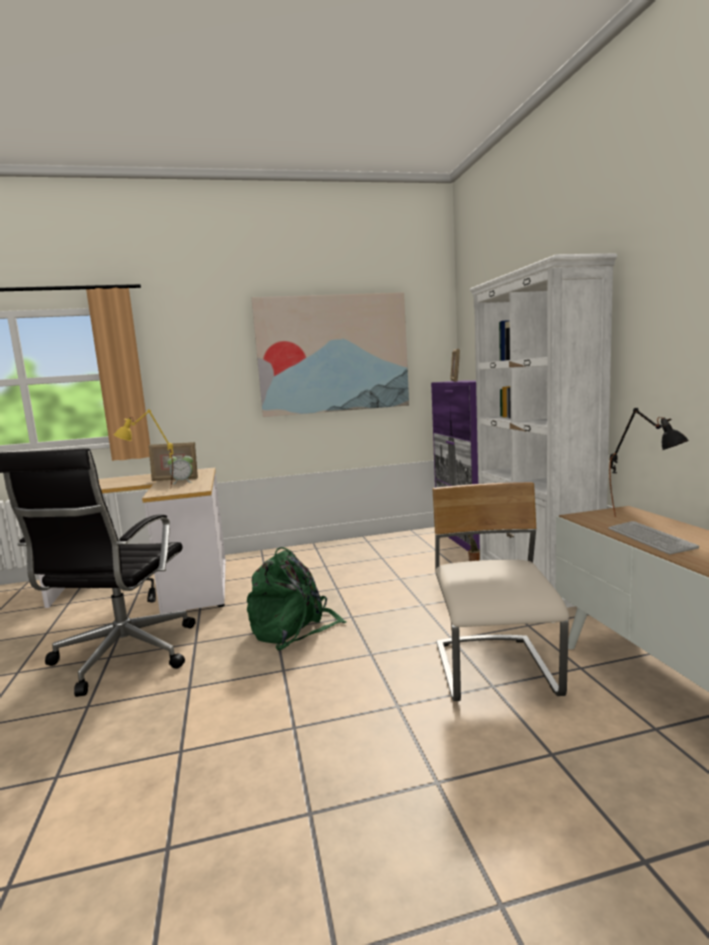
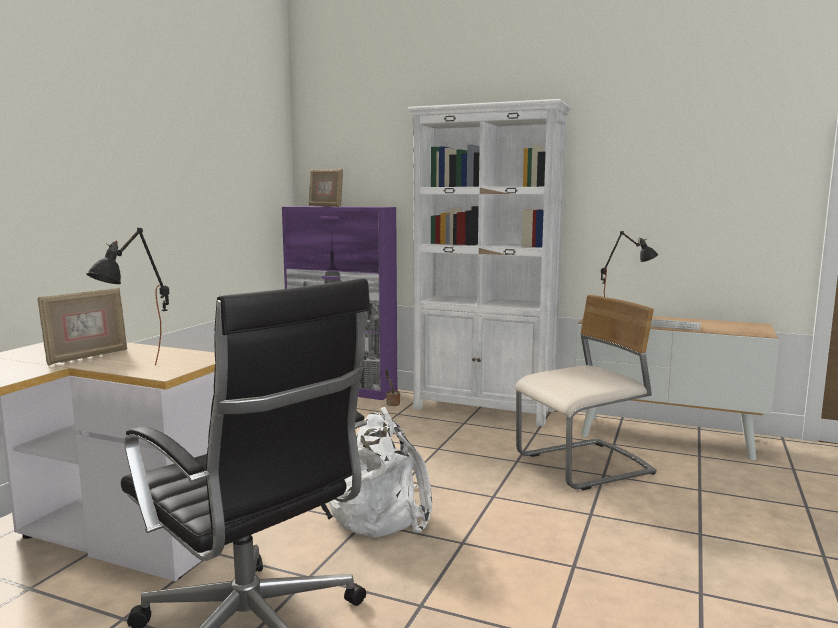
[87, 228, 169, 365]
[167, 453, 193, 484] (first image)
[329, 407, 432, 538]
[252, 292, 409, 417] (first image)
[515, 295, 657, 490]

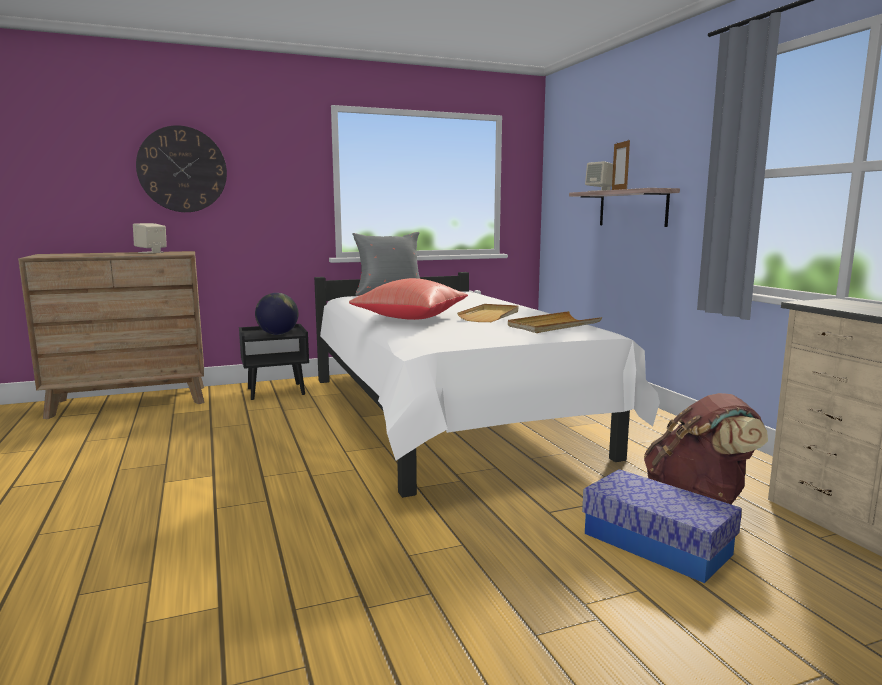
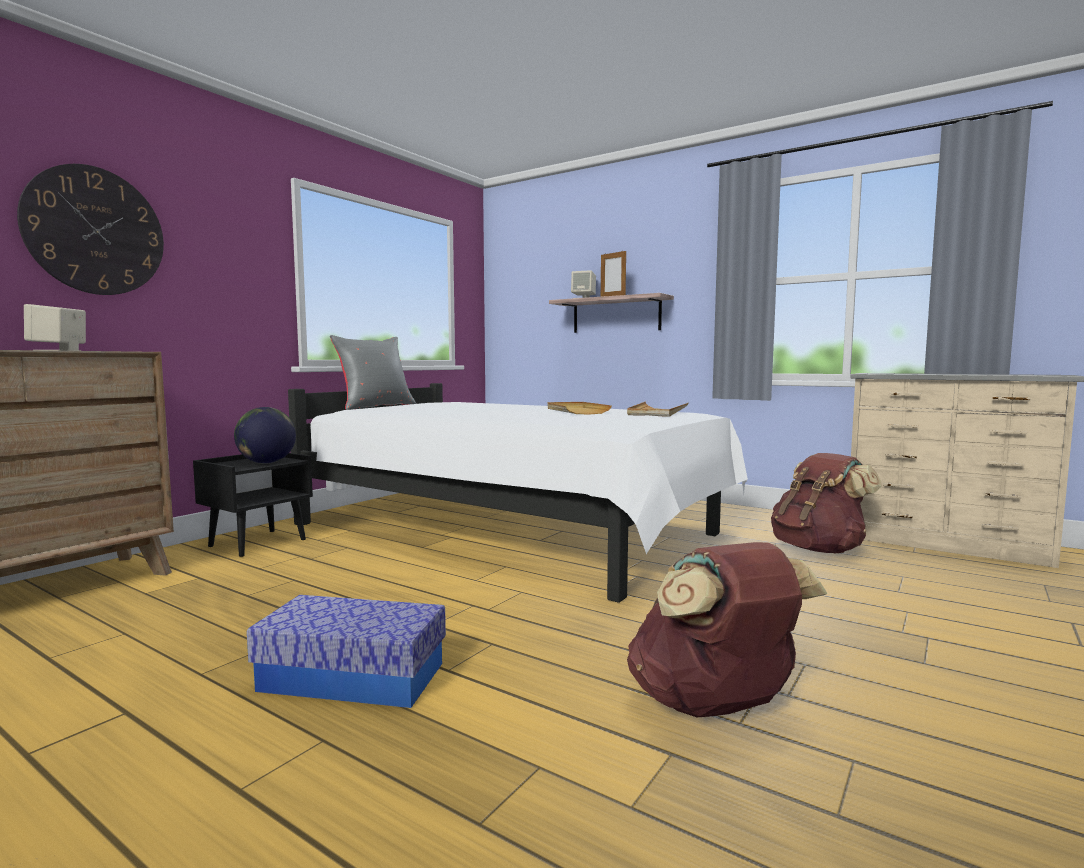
[349, 278, 468, 320] (first image)
[247, 595, 446, 708]
[627, 542, 828, 717]

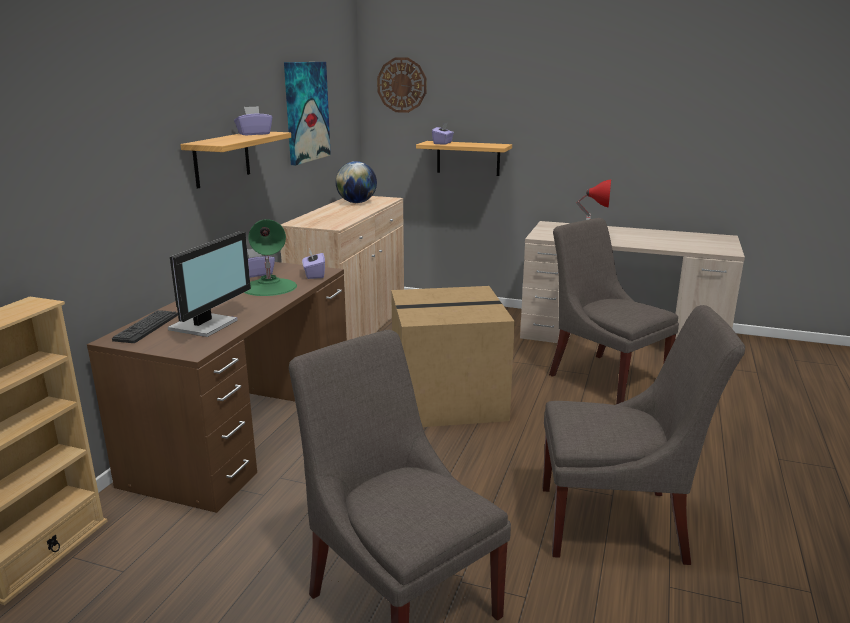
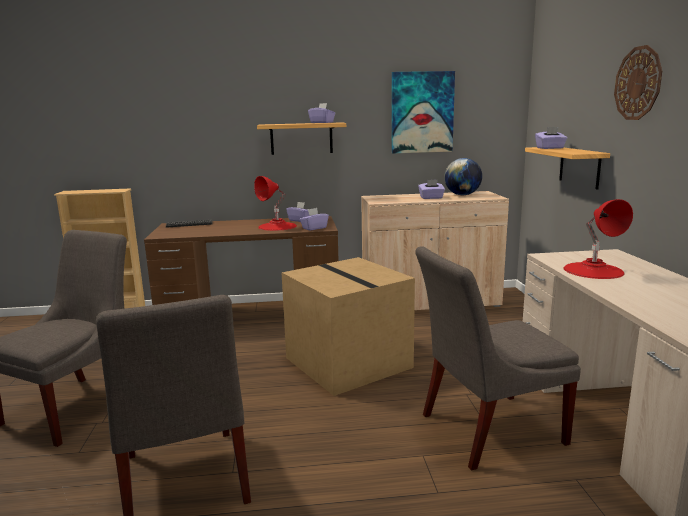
[168, 231, 251, 337] (first image)
[254, 176, 297, 231]
[614, 45, 662, 120]
[415, 246, 581, 470]
[418, 180, 445, 199]

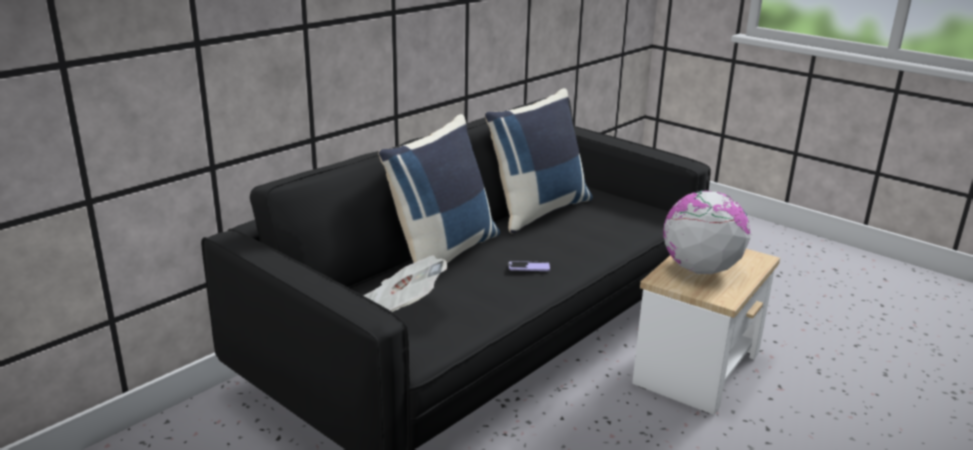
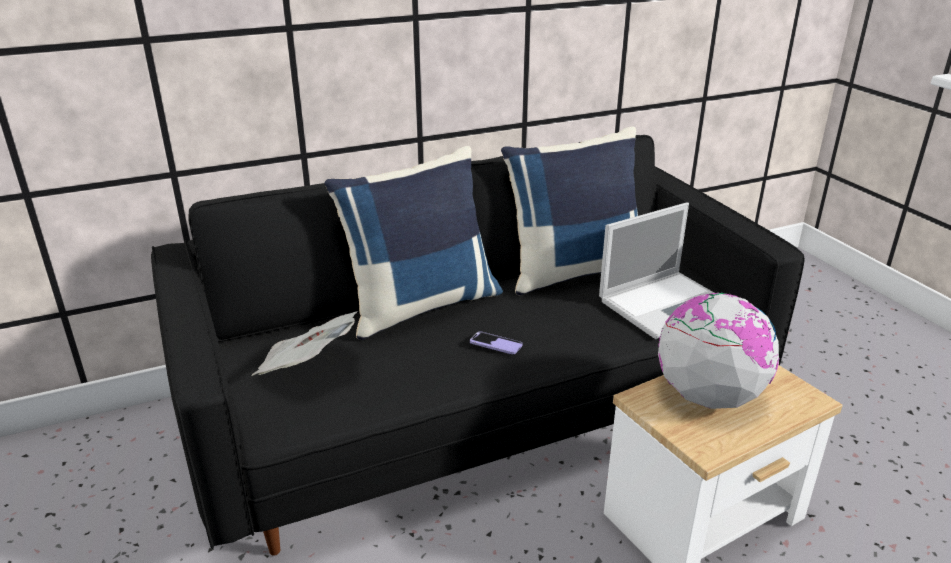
[599, 202, 714, 339]

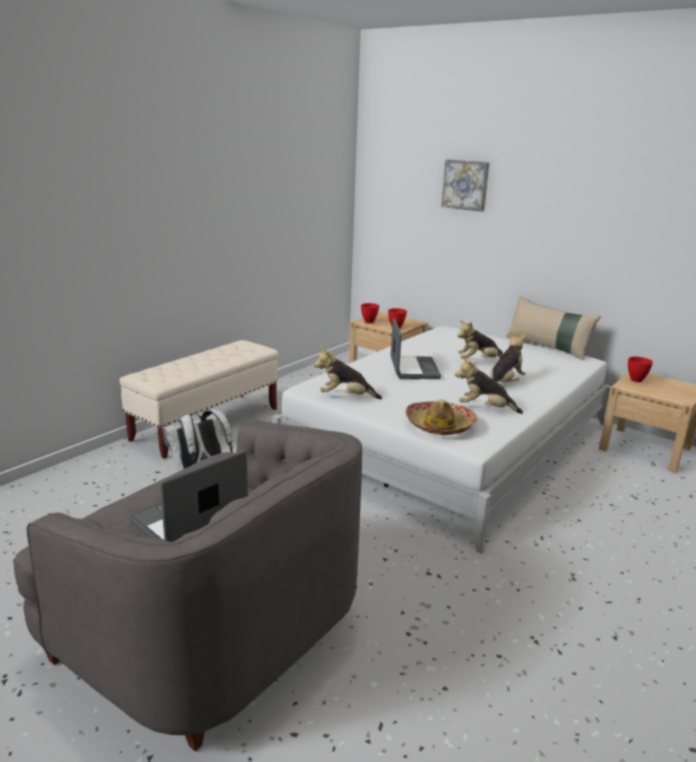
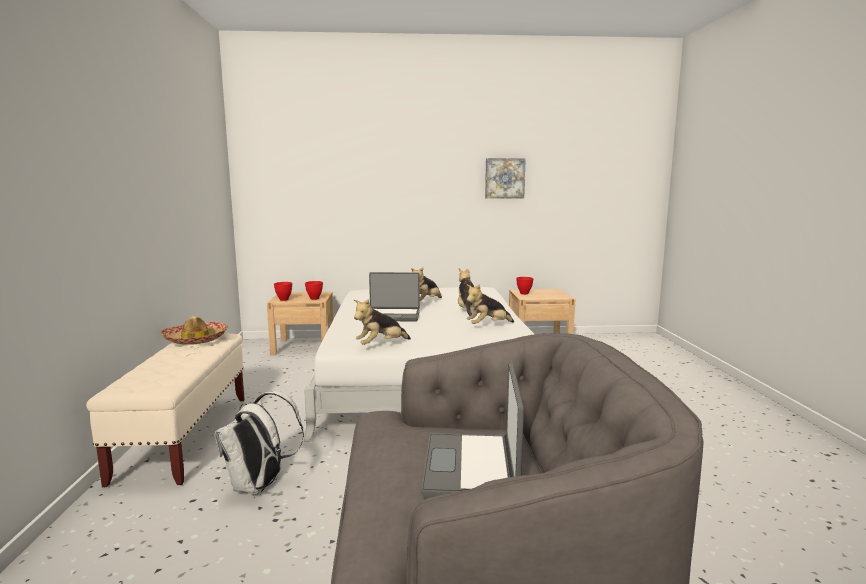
[369, 272, 420, 321]
[161, 316, 228, 345]
[485, 158, 526, 199]
[506, 296, 601, 360] (first image)

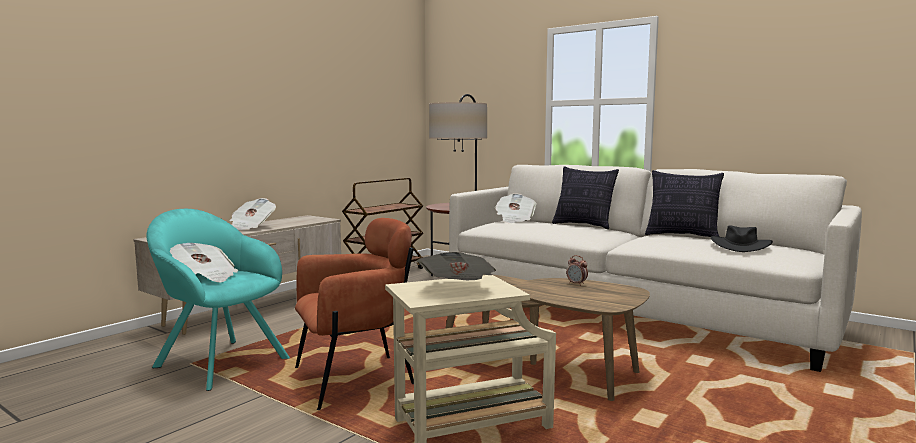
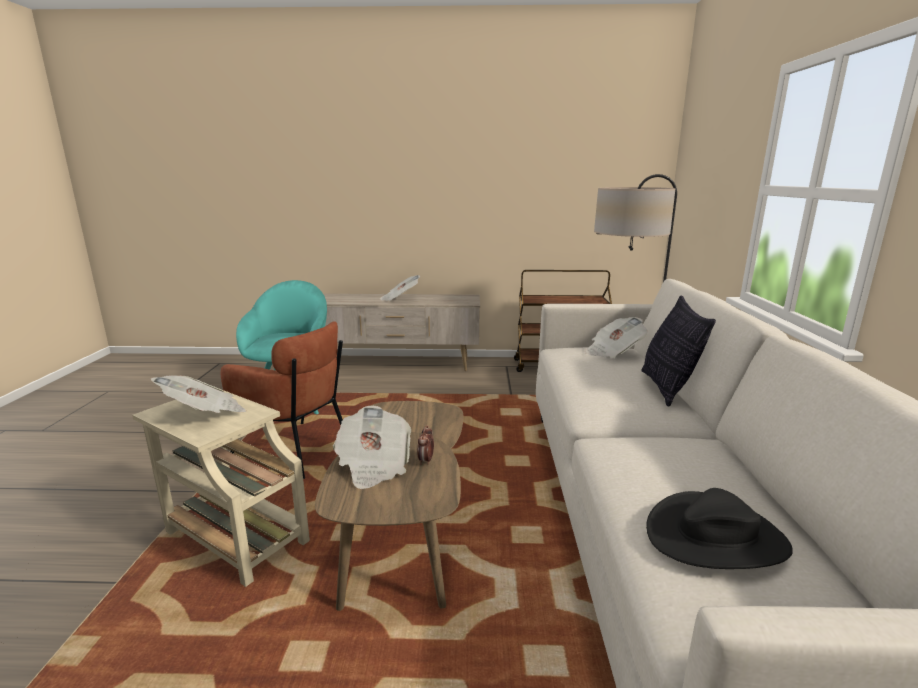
[333, 406, 411, 489]
[645, 170, 724, 237] (first image)

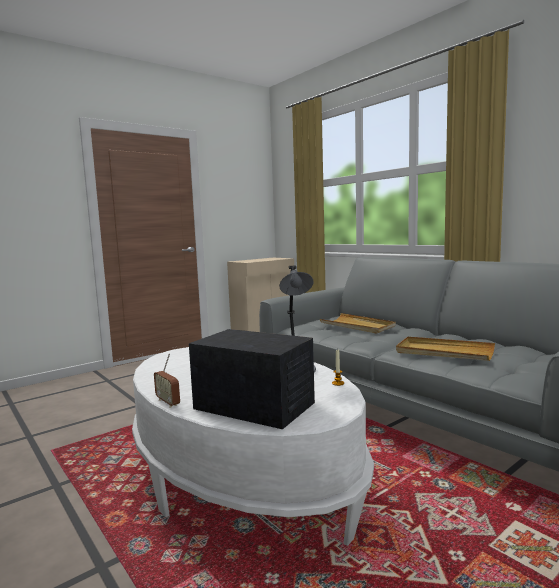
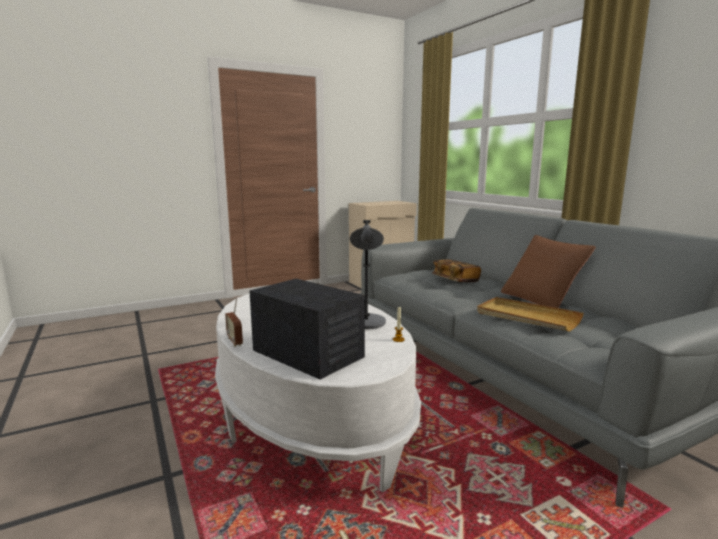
[432, 260, 481, 282]
[501, 235, 596, 308]

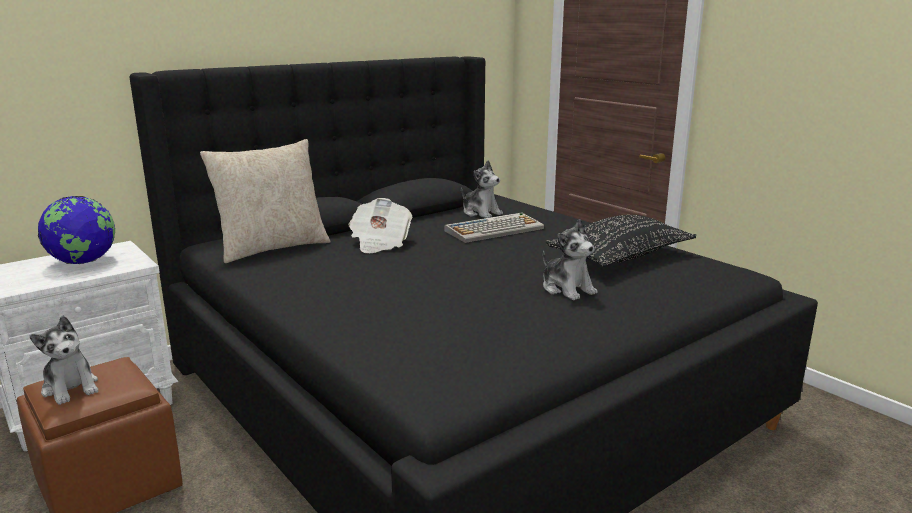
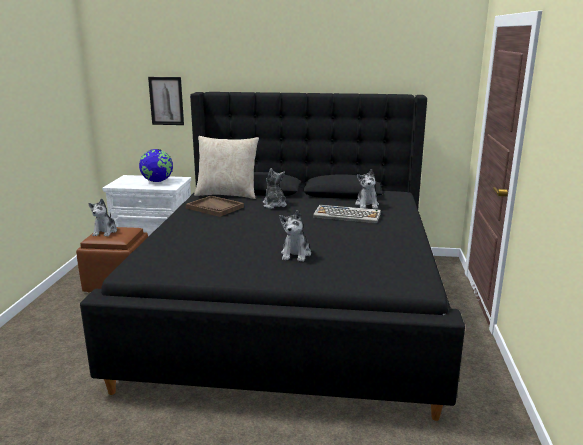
[263, 168, 287, 209]
[546, 215, 696, 267] (first image)
[148, 77, 184, 125]
[186, 196, 244, 217]

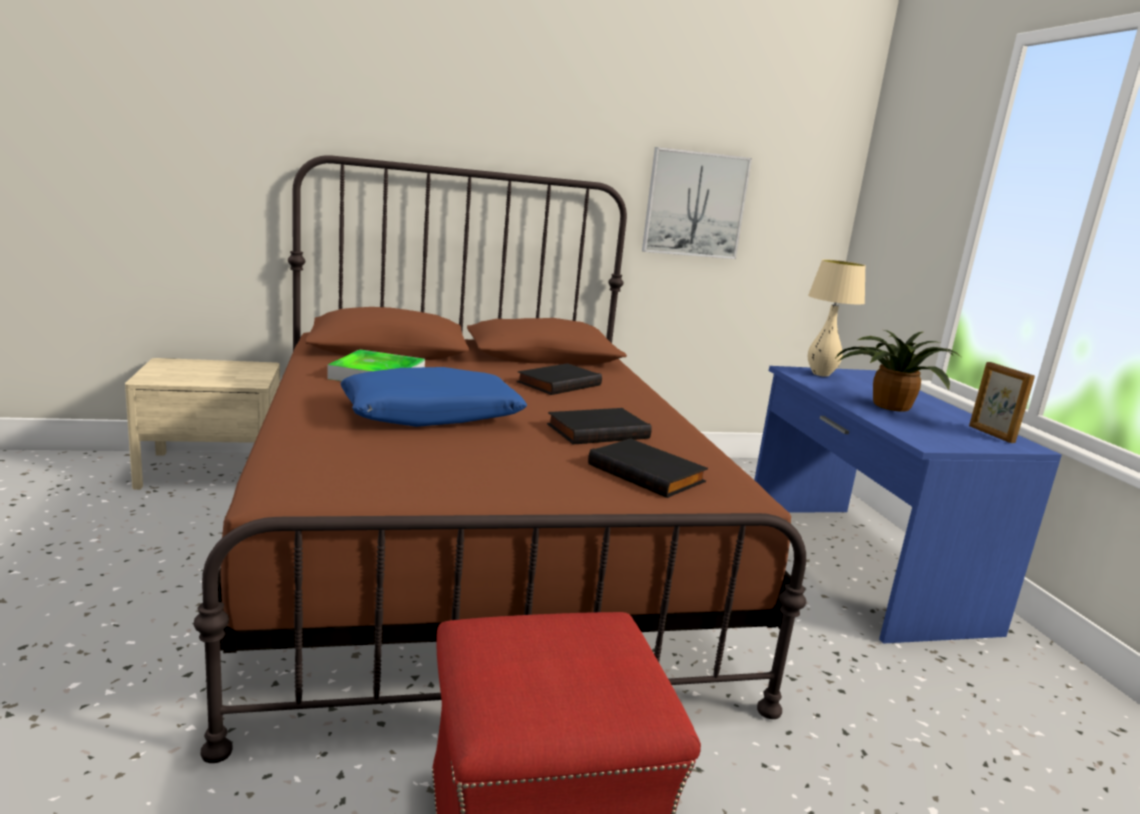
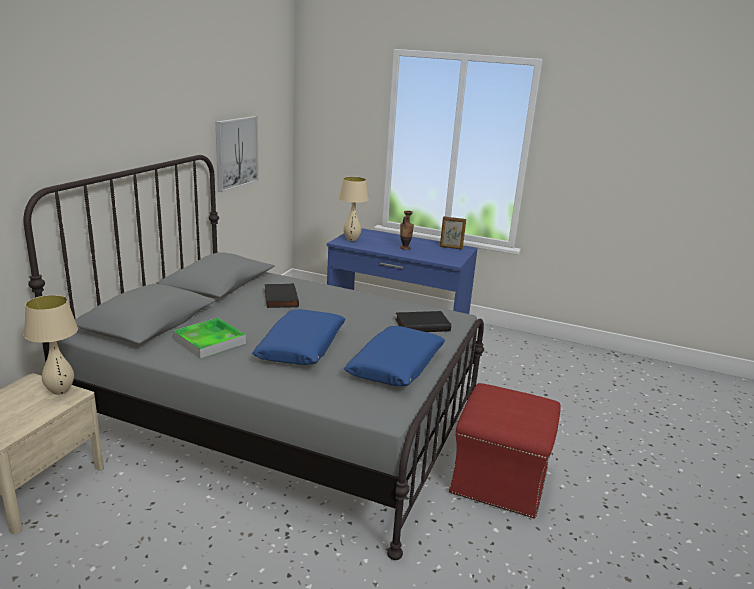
[23, 155, 484, 560]
[547, 408, 651, 444] (first image)
[400, 211, 414, 250]
[24, 295, 78, 395]
[344, 326, 445, 386]

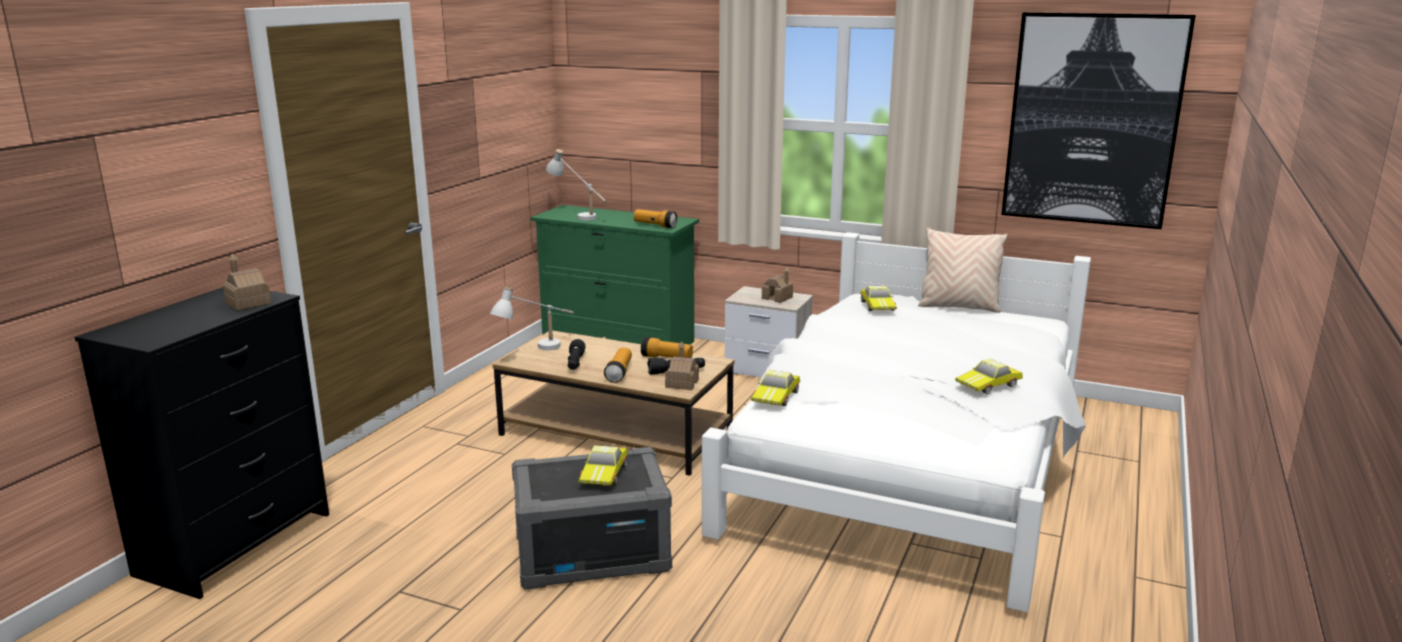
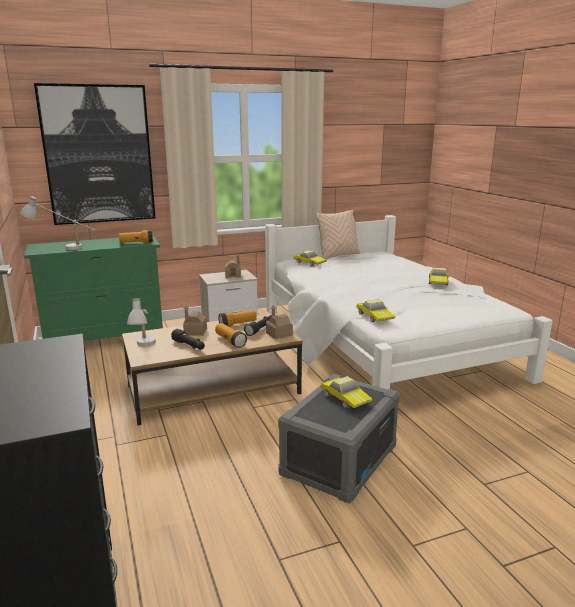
[183, 306, 207, 336]
[34, 83, 155, 225]

